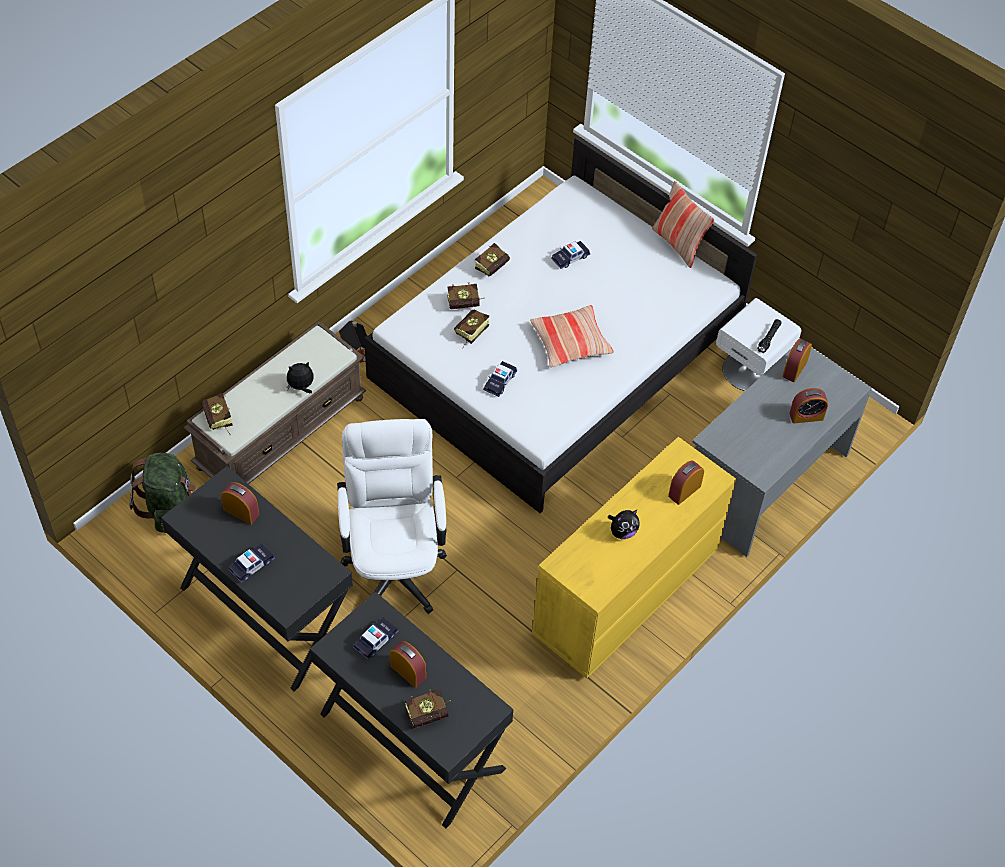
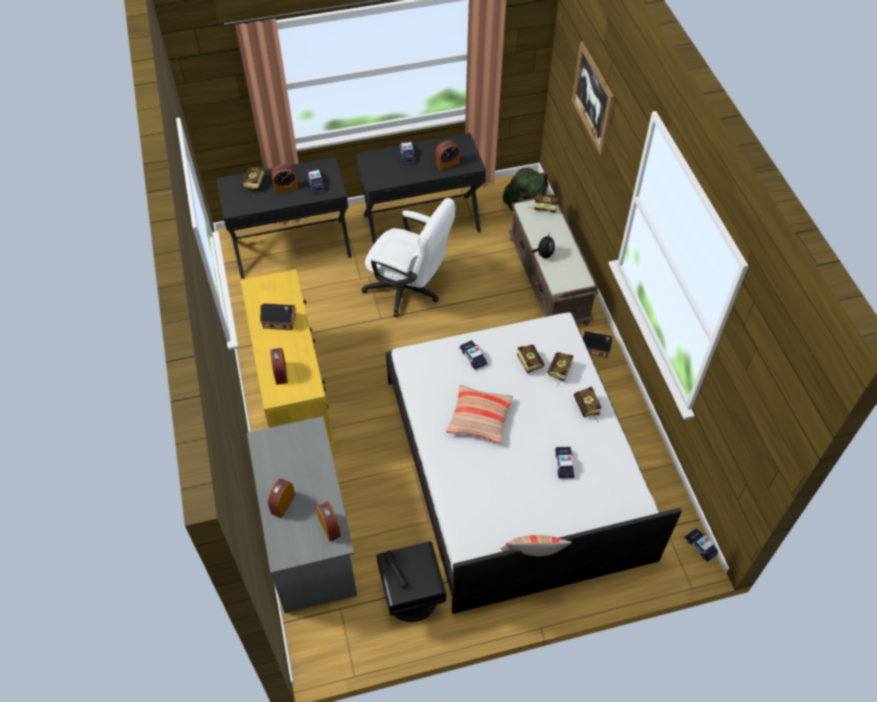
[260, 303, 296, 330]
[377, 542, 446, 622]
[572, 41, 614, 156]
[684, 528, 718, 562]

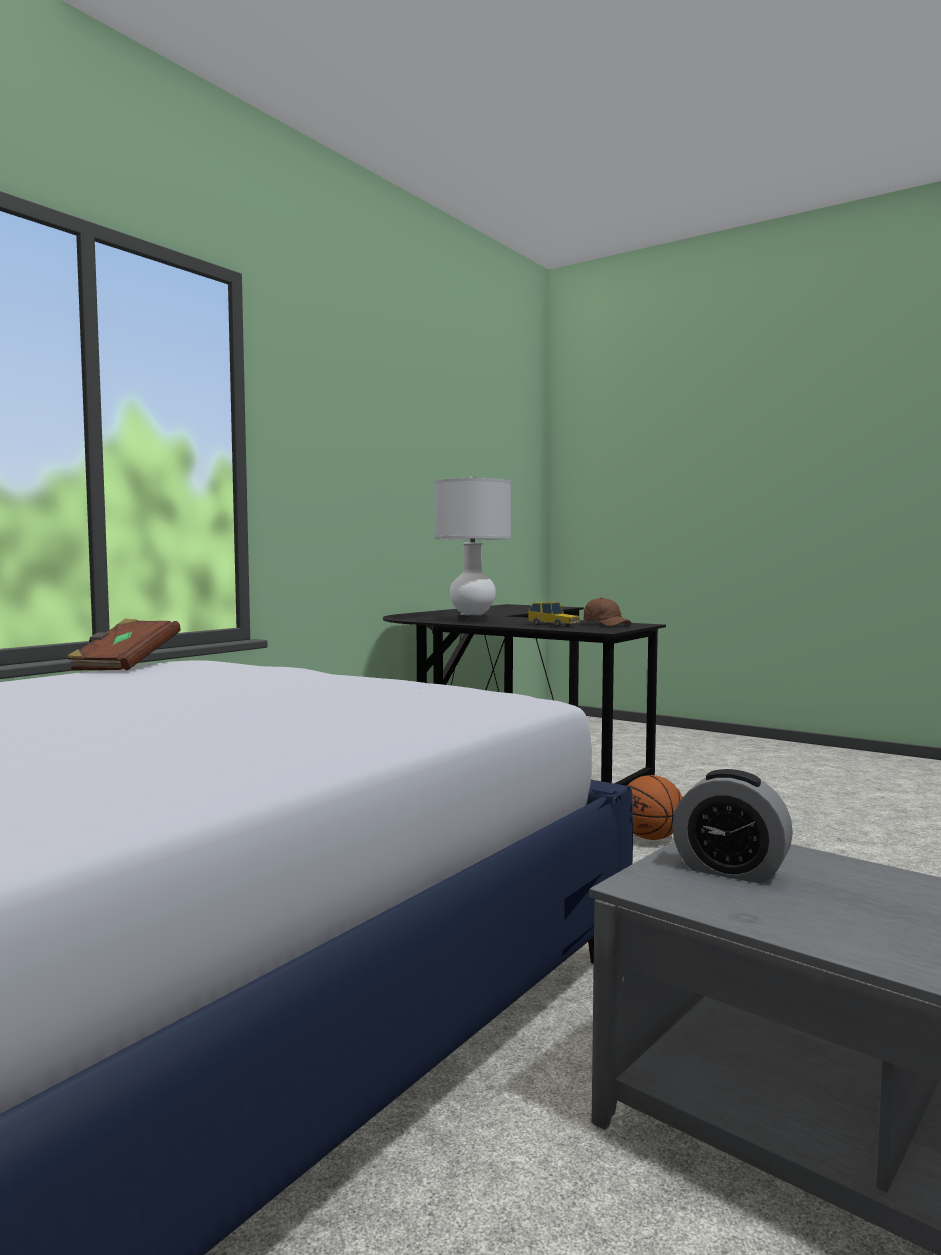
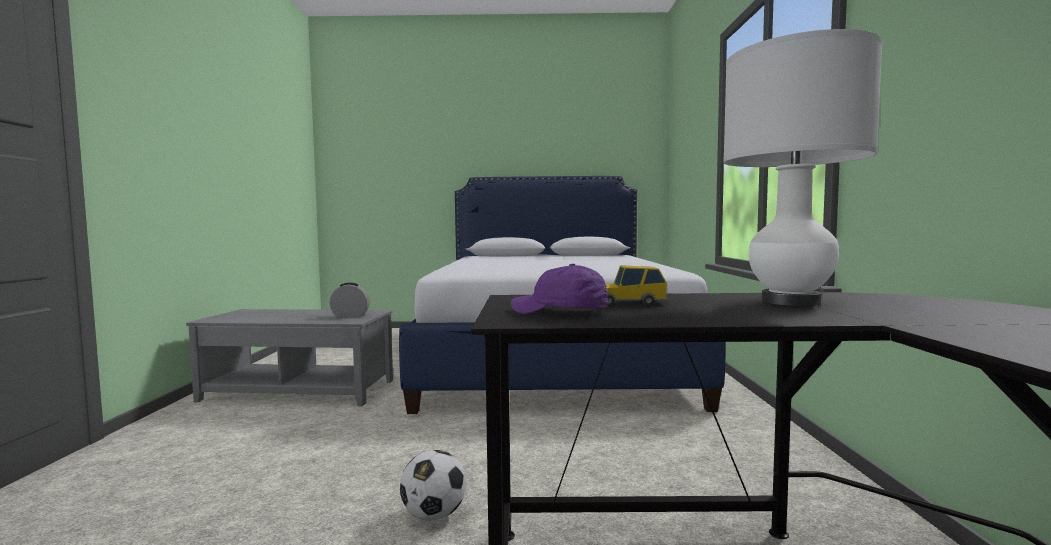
[66, 619, 181, 670] (first image)
[511, 264, 608, 314]
[400, 450, 466, 521]

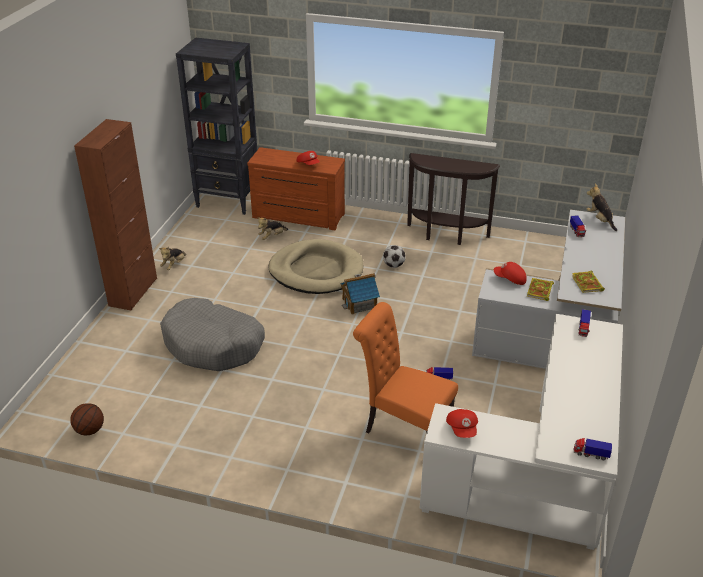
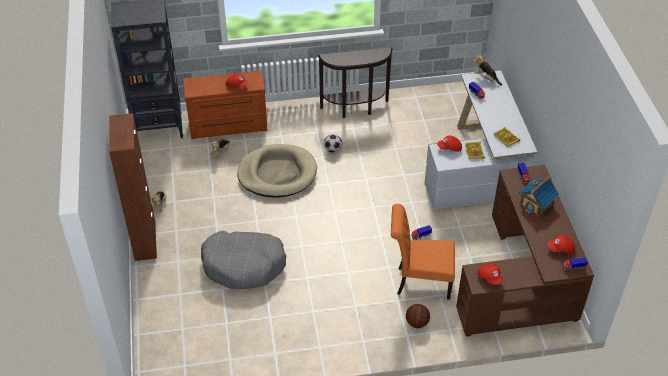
[406, 304, 430, 328]
[519, 176, 560, 217]
[456, 165, 594, 337]
[548, 235, 575, 253]

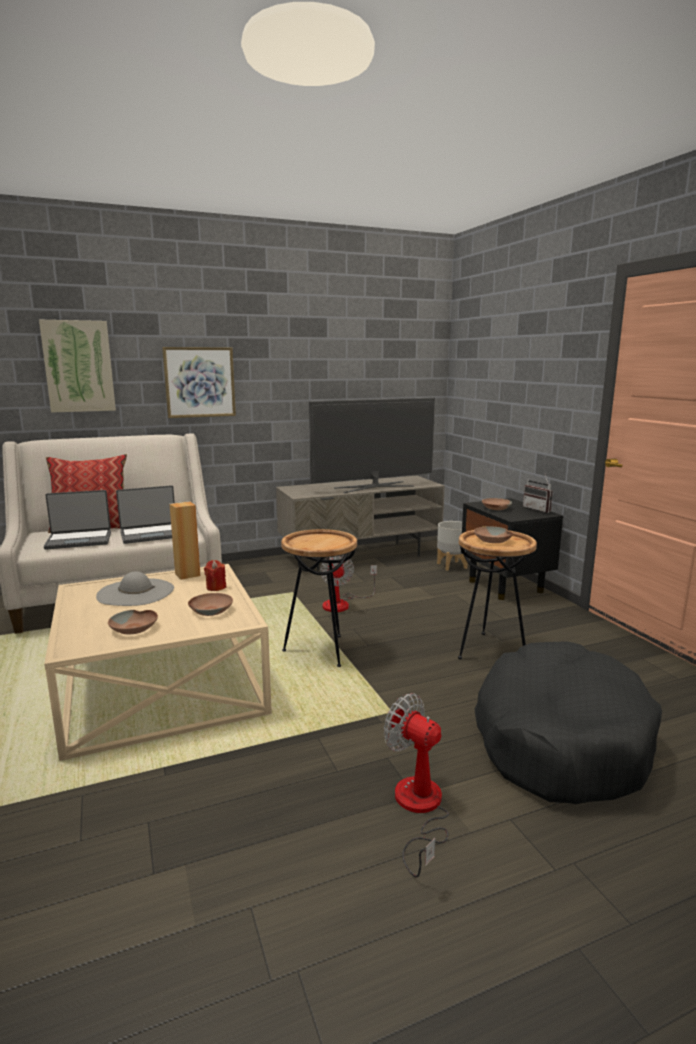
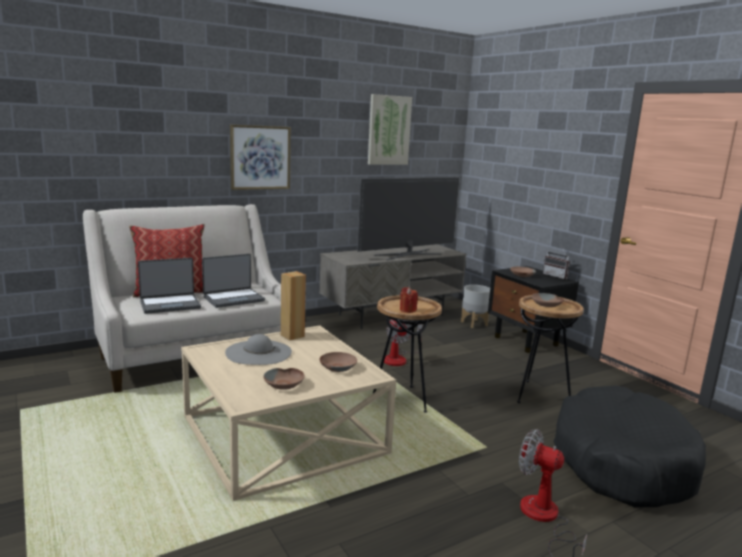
[368, 94, 412, 165]
[400, 287, 418, 313]

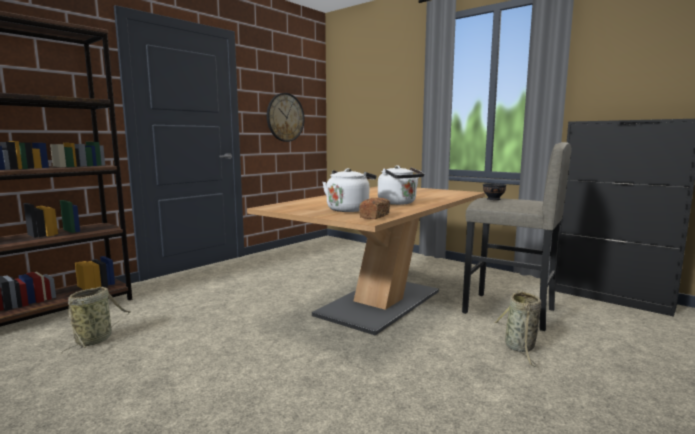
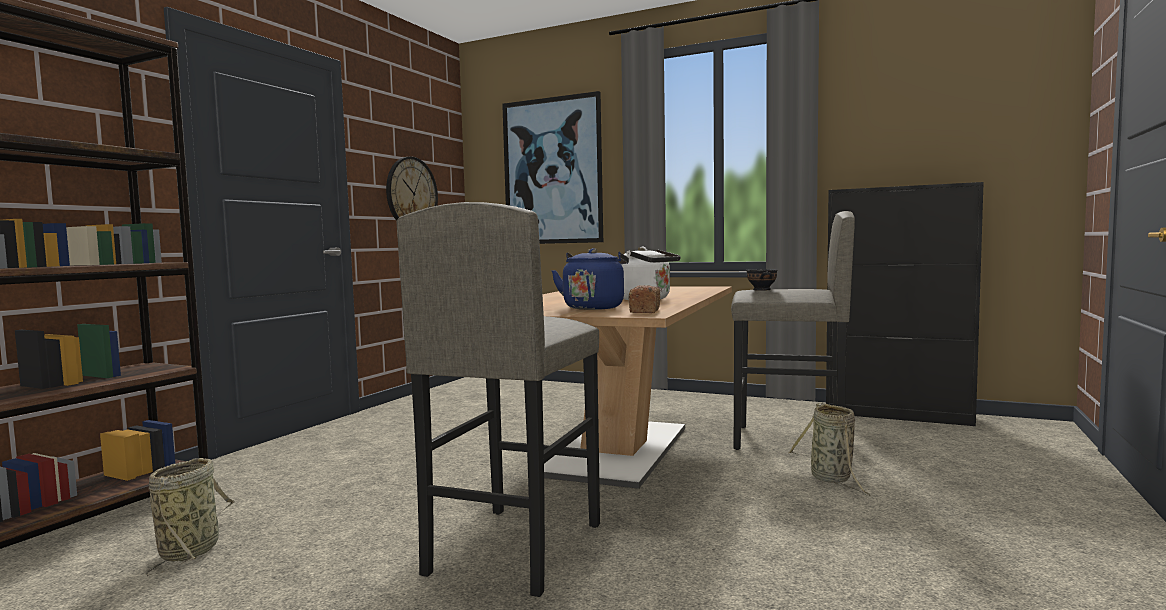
[551, 248, 629, 310]
[397, 202, 600, 597]
[502, 91, 603, 244]

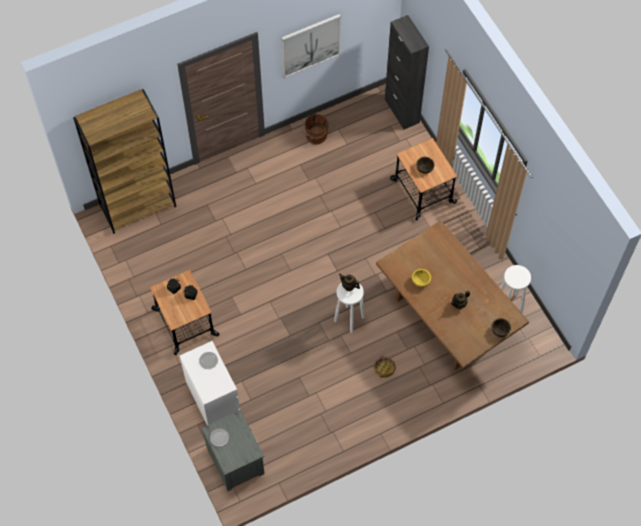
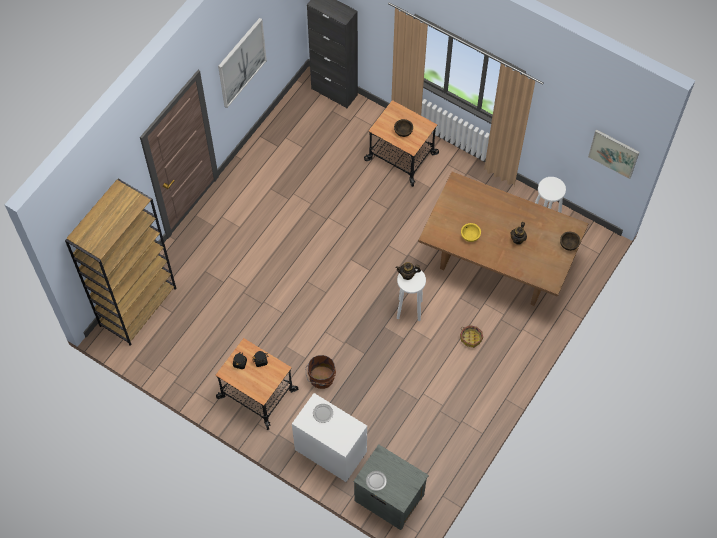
[306, 355, 336, 389]
[588, 129, 639, 179]

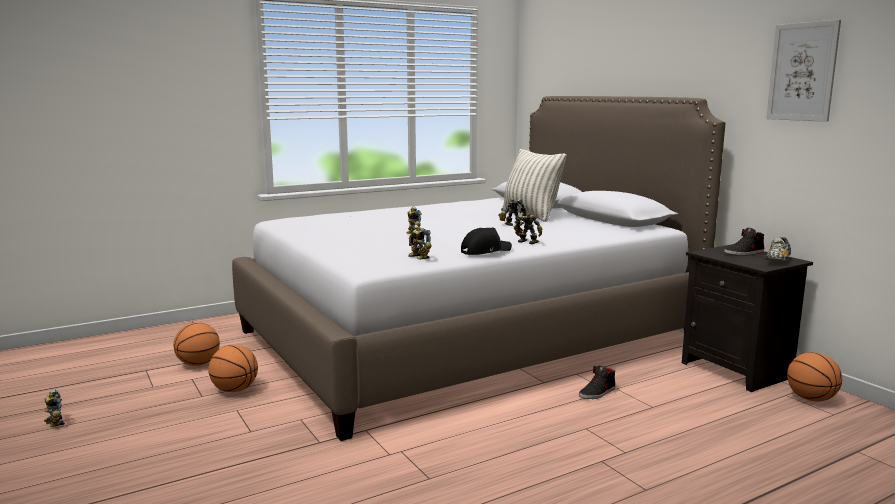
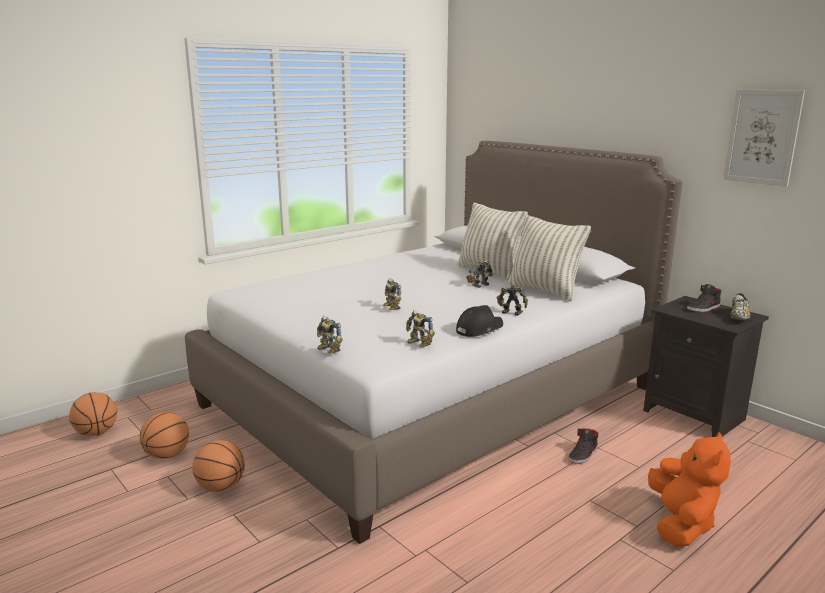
[317, 316, 343, 354]
[69, 392, 117, 436]
[508, 215, 591, 301]
[648, 432, 731, 547]

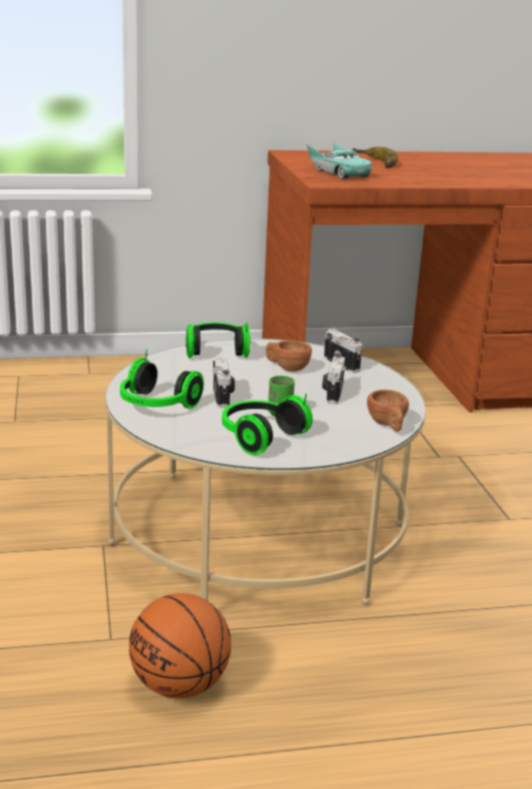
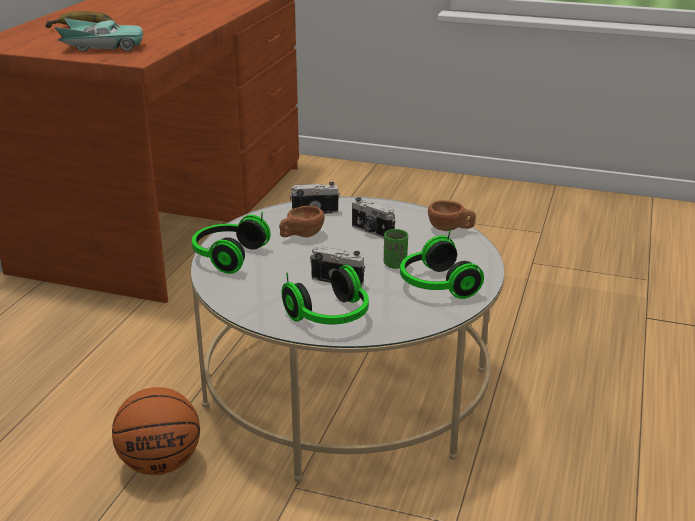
[112, 387, 200, 475]

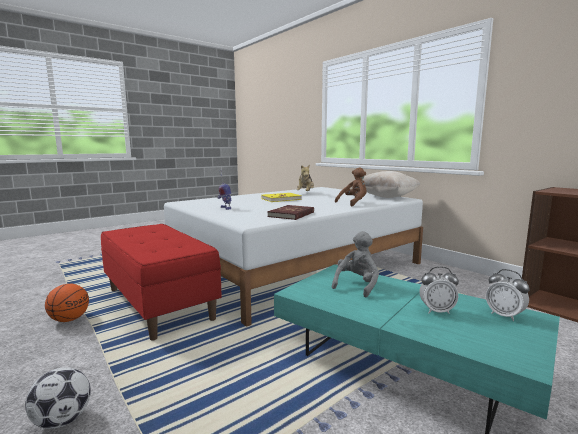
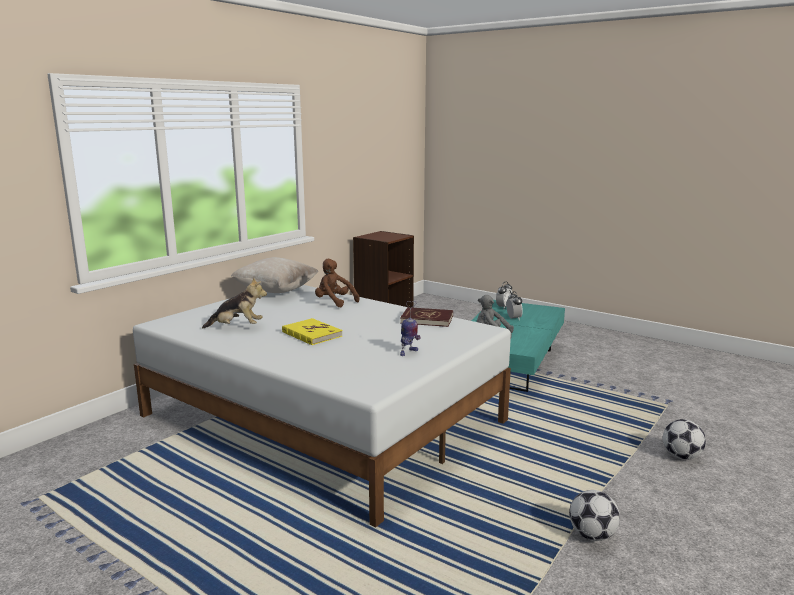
[569, 490, 620, 541]
[101, 224, 222, 341] (first image)

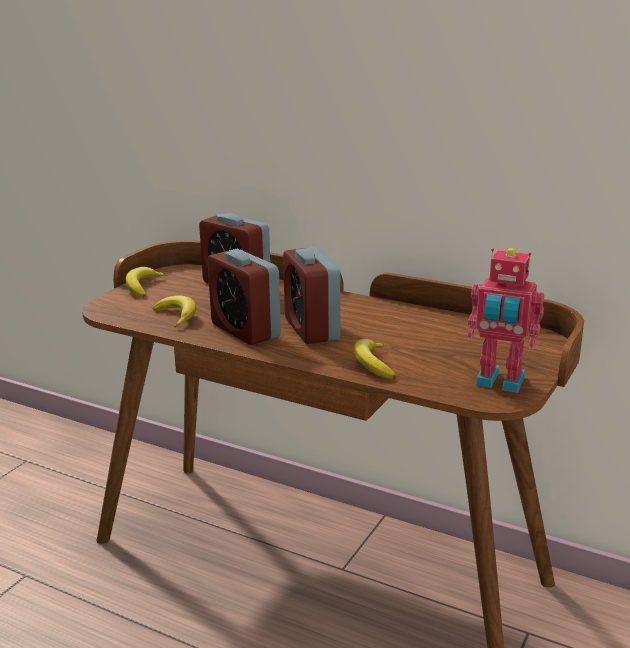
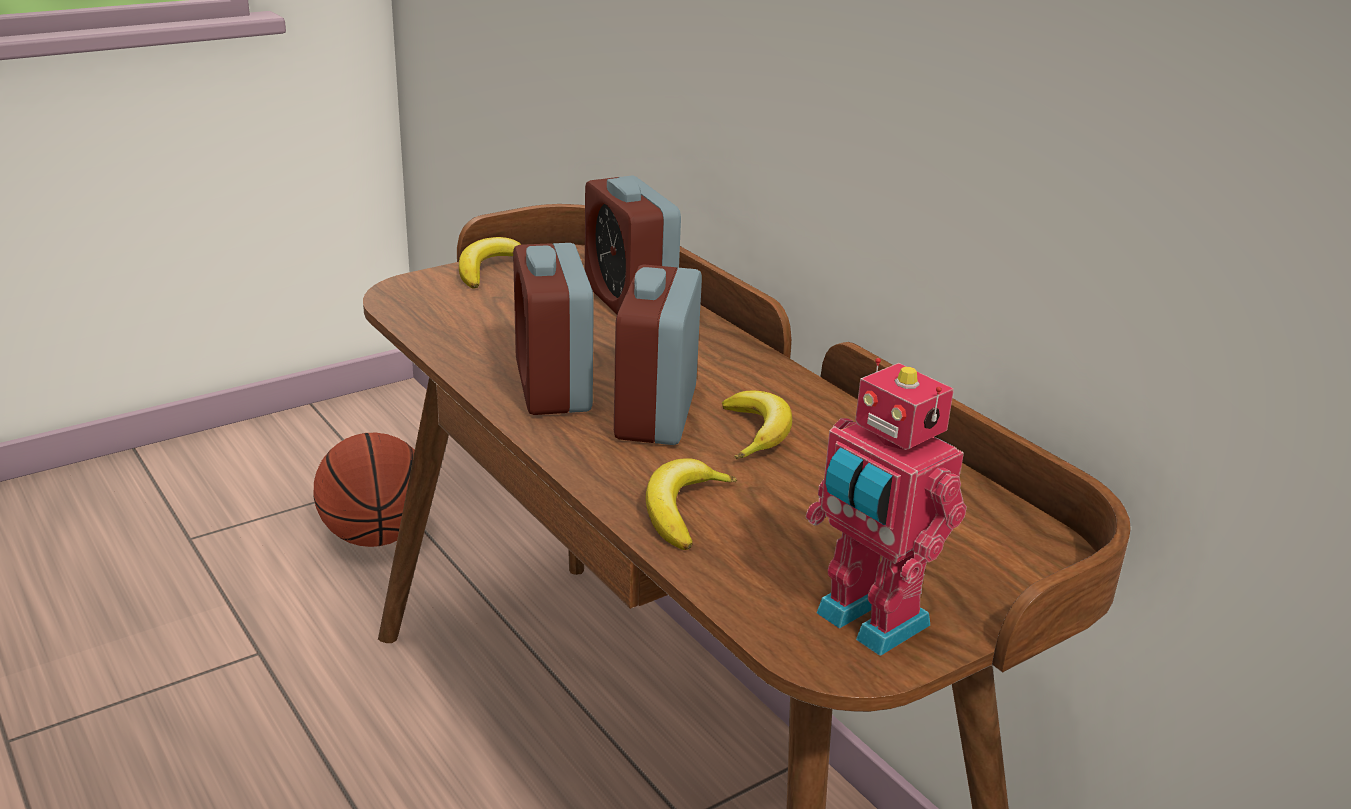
[722, 391, 792, 459]
[314, 433, 415, 547]

